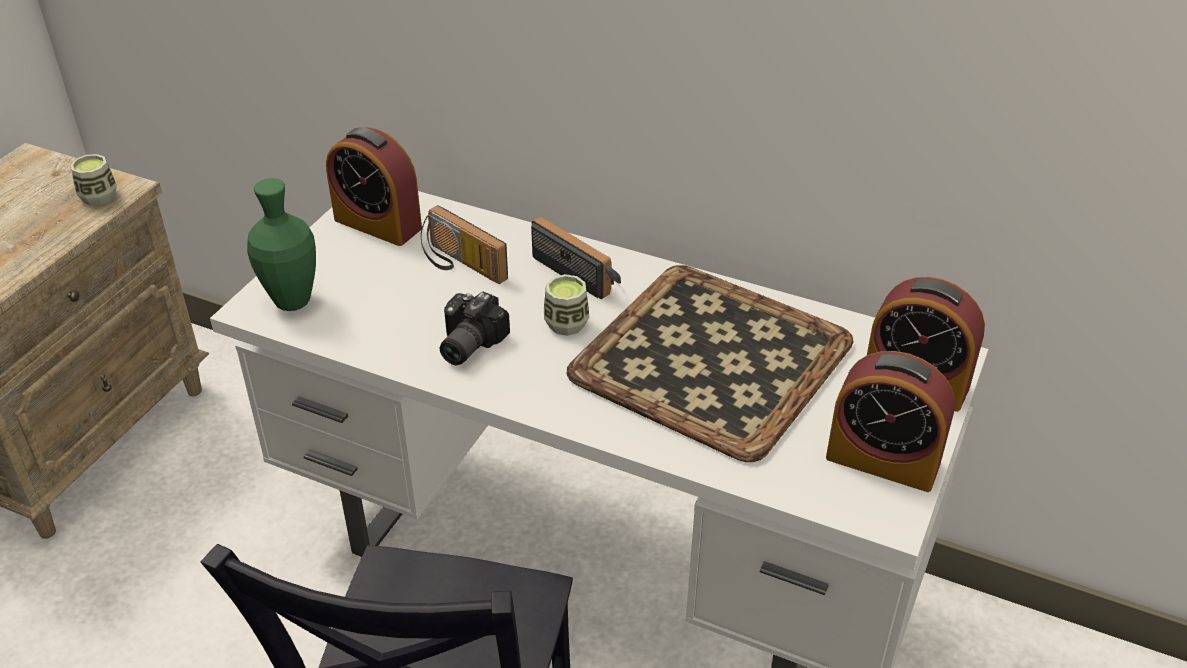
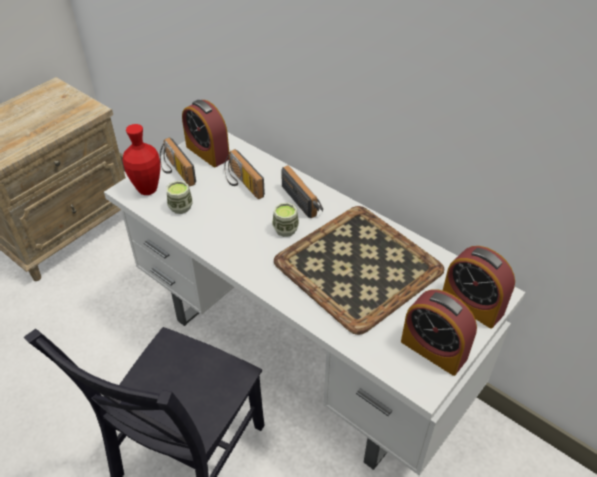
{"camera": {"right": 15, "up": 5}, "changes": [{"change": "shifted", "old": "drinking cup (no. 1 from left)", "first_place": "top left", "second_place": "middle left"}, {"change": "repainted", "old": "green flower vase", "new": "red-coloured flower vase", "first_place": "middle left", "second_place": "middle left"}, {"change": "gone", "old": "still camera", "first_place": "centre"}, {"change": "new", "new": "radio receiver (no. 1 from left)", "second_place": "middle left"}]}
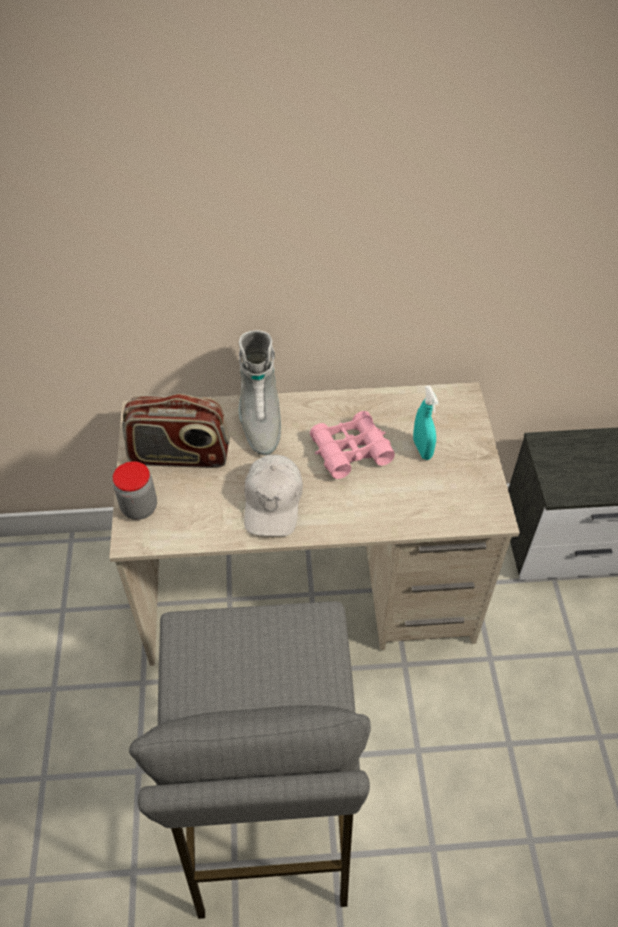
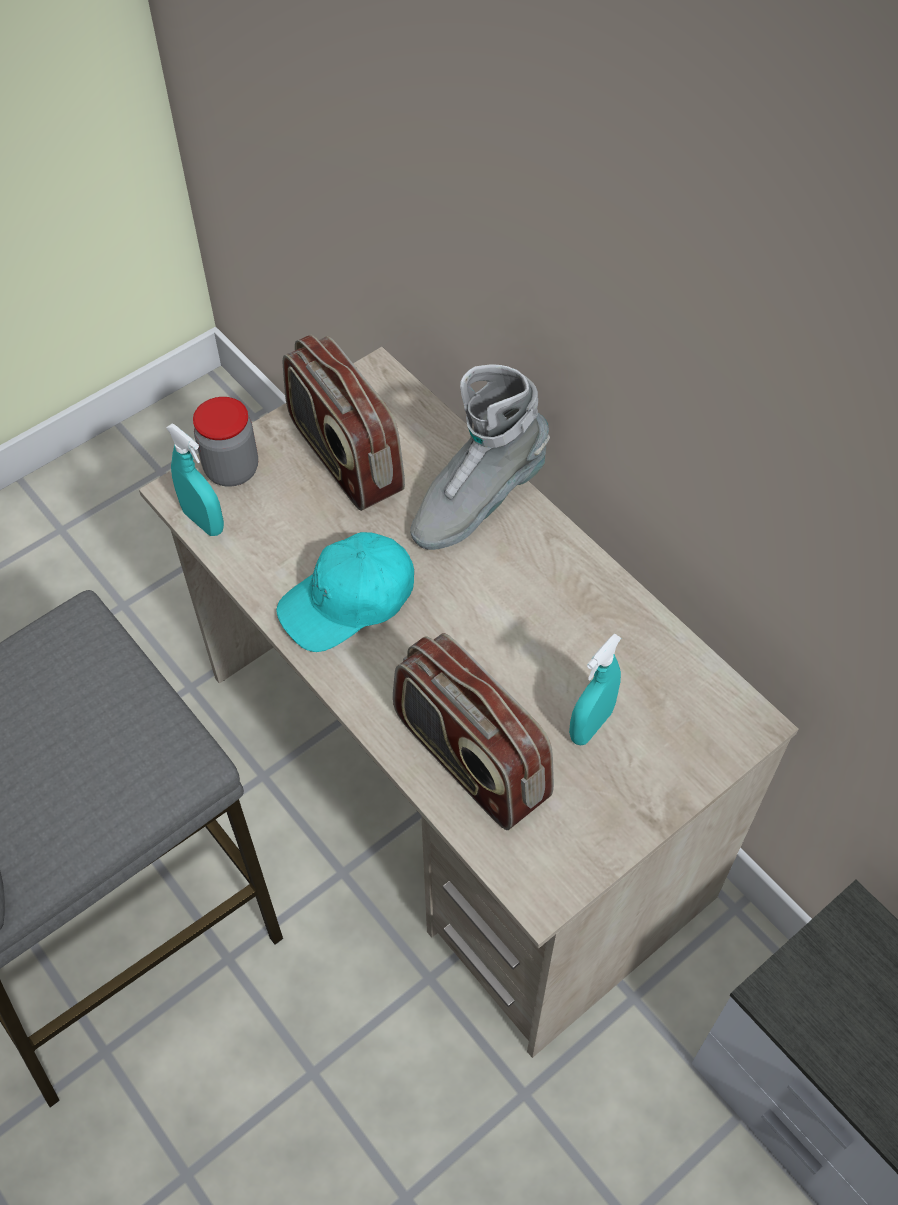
{"camera": {"right": 55, "up": 5}, "changes": [{"change": "gone", "old": "pink pair of binoculars", "first_place": "centre"}, {"change": "repainted", "old": "whitish cap", "new": "turquoise-coloured cap", "first_place": "centre", "second_place": "centre"}, {"change": "new", "new": "turquoise-coloured sprayer (no. 1 from left)", "second_place": "middle left"}, {"change": "new", "new": "radio receiver (no. 2 from left)", "second_place": "centre"}]}
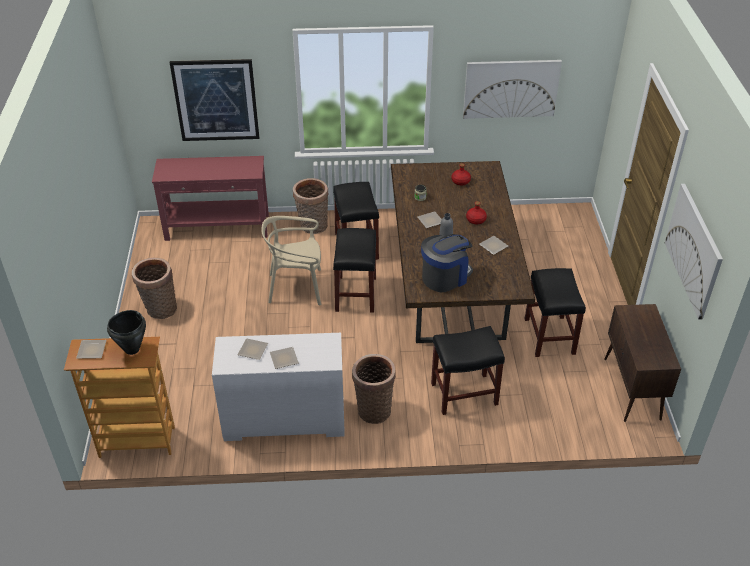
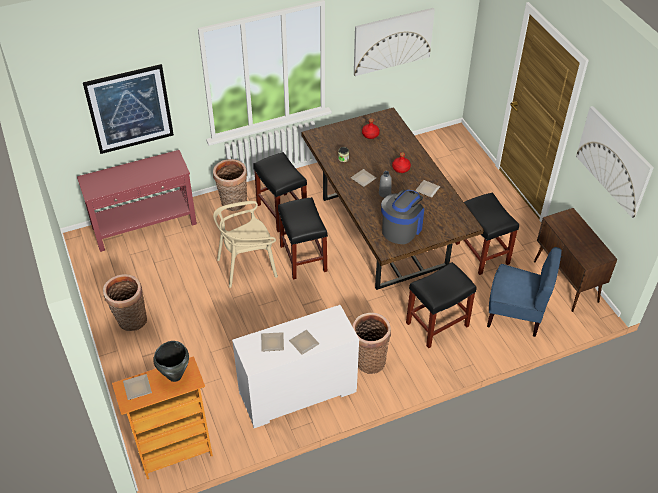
{"camera": {"right": -20, "up": 5}, "changes": [{"change": "new", "new": "blue upright chair", "second_place": "middle right"}]}
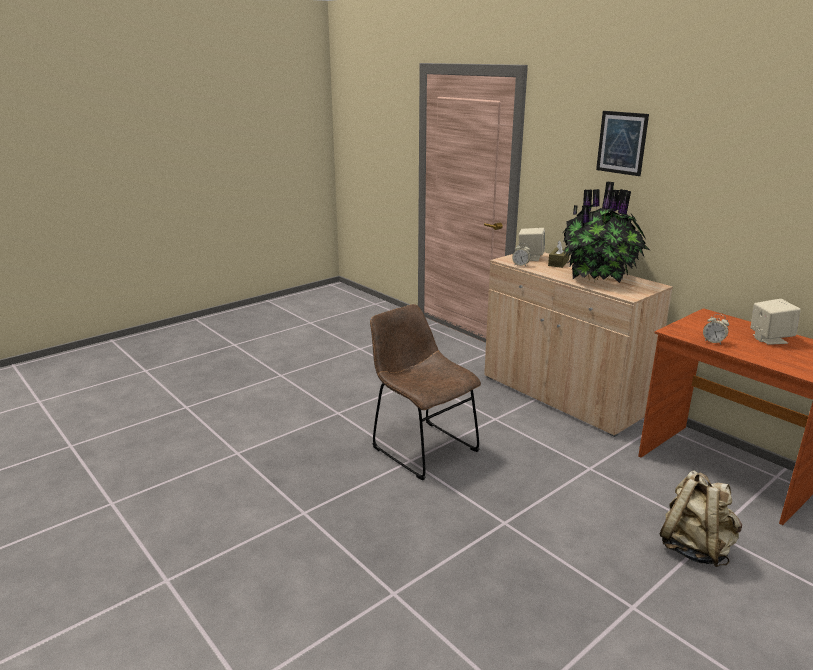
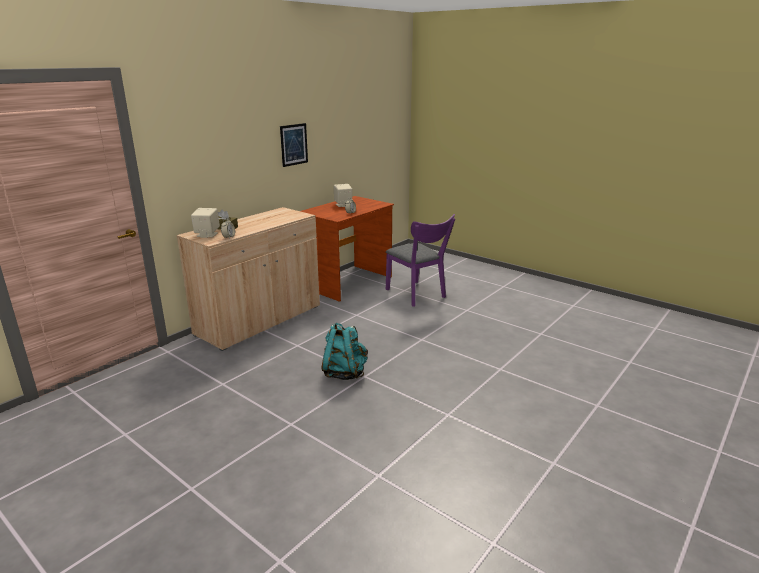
{"camera": {"right": -100, "up": 0}, "changes": [{"change": "shifted", "old": "wall art", "first_place": "top right", "second_place": "top centre"}, {"change": "gone", "old": "potted plant", "first_place": "middle right"}, {"change": "swapped", "old": "brown-coloured upright chair", "new": "turquoise-coloured backpack", "first_place": "centre", "second_place": "centre"}, {"change": "swapped", "old": "sand-coloured backpack", "new": "purplish upright chair", "first_place": "bottom right", "second_place": "centre"}]}
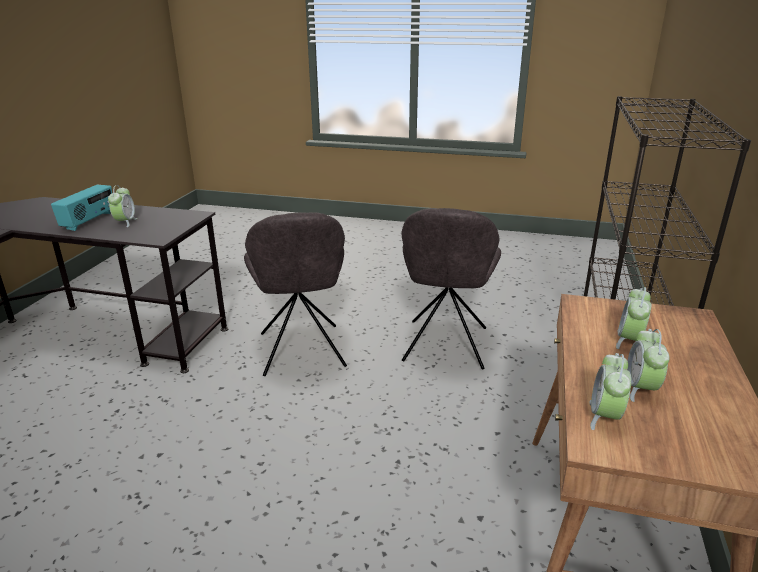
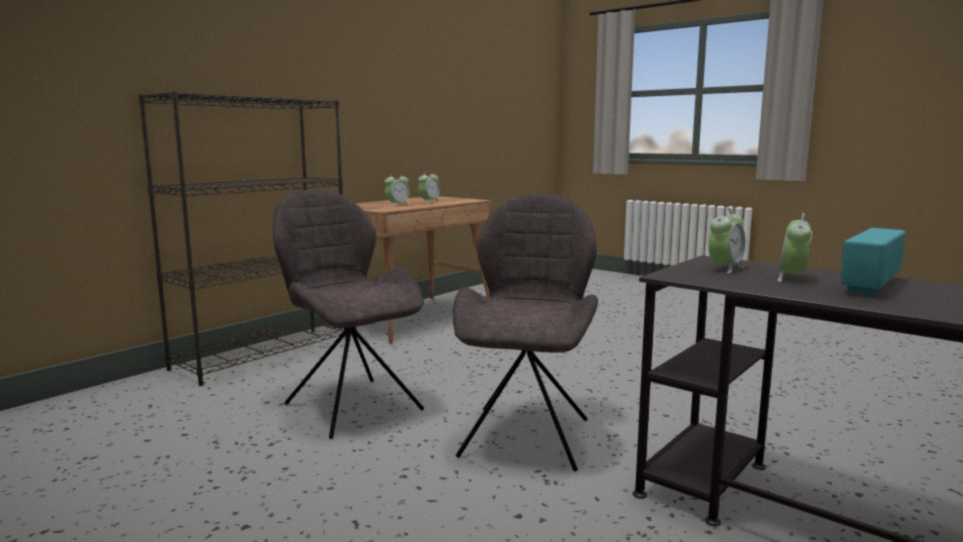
{"camera": {"right": -155, "up": -15}, "changes": [{"change": "rotated", "old": "gray upright chair (no. 2 from left in the first image)", "first_place": "centre", "second_place": "centre", "degrees": -75}, {"change": "shifted", "old": "bedside clock (no. 2 from left in the first image)", "new": "bedside clock (no. 3 from left)", "first_place": "bottom right", "second_place": "middle right"}]}
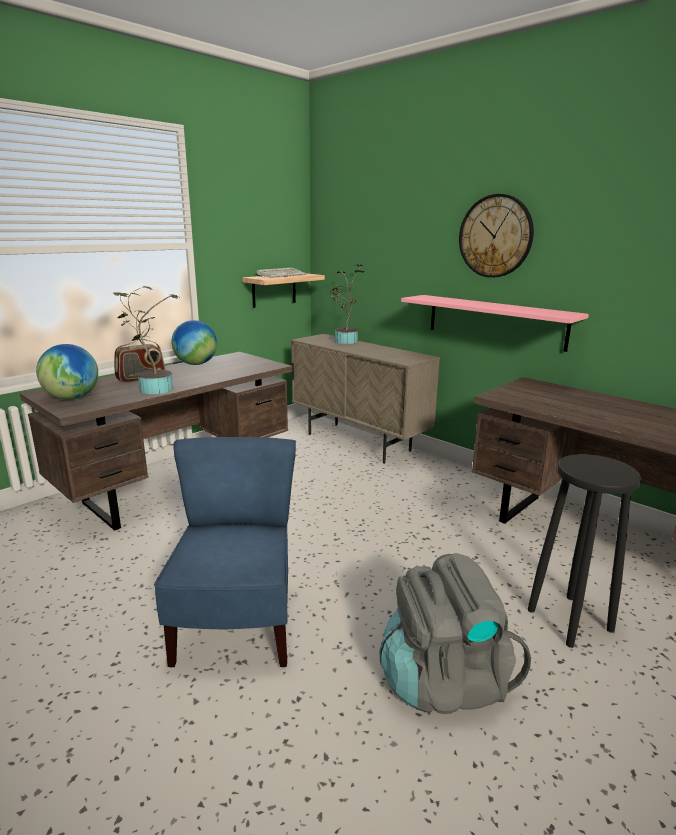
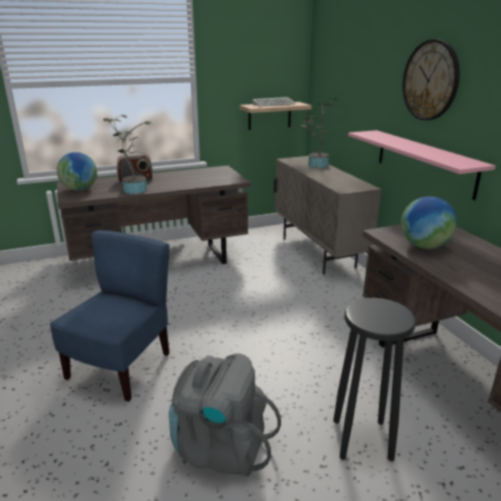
{"camera": {"right": 25, "up": 5}, "changes": [{"change": "shifted", "old": "desk globe (no. 2 from left)", "first_place": "middle left", "second_place": "middle right"}]}
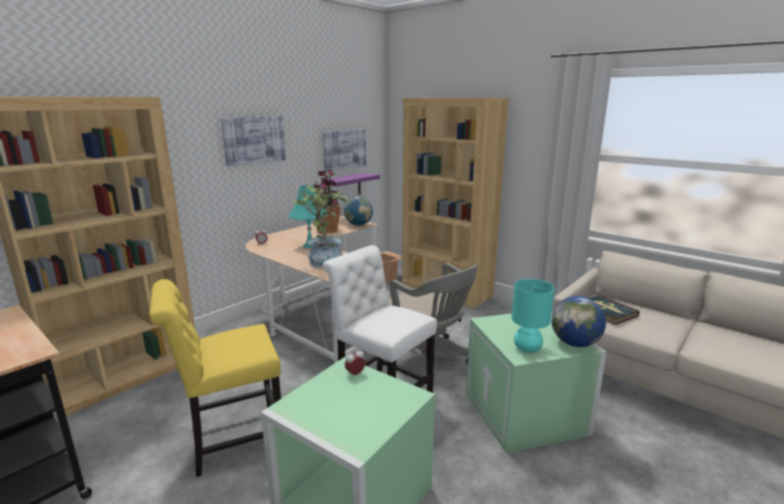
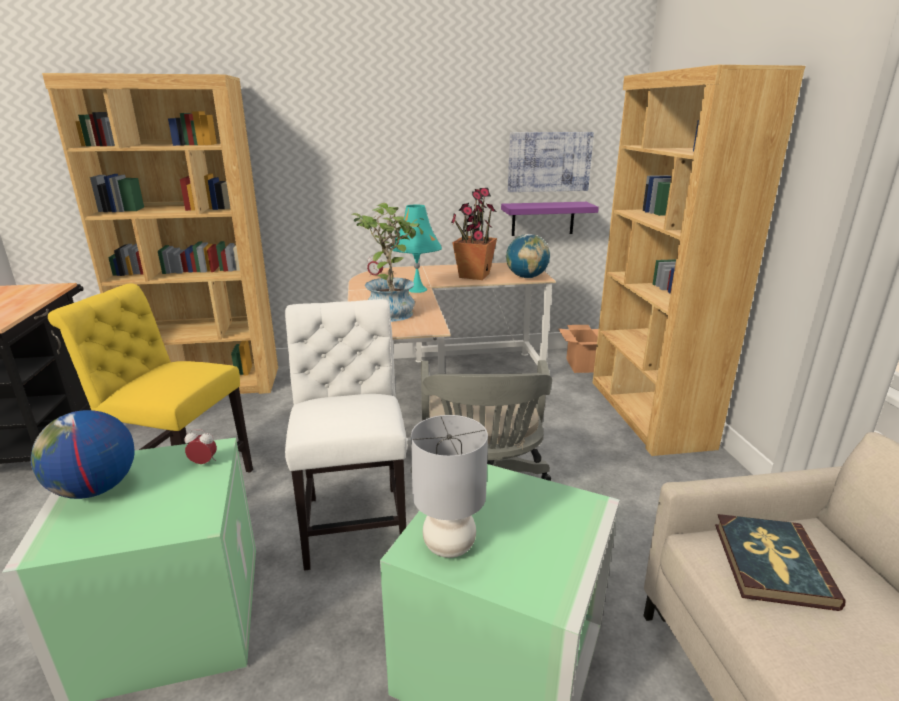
{"camera": {"right": 40, "up": 5}, "changes": [{"change": "gone", "old": "wall art (no. 1 from left)", "first_place": "top left"}, {"change": "repainted", "old": "turquoise-coloured tabletop lamp (no. 2 from left)", "new": "gray tabletop lamp", "first_place": "middle right", "second_place": "bottom centre"}, {"change": "shifted", "old": "desk globe (no. 2 from left in the first image)", "new": "desk globe (no. 1 from left)", "first_place": "middle right", "second_place": "middle left"}]}
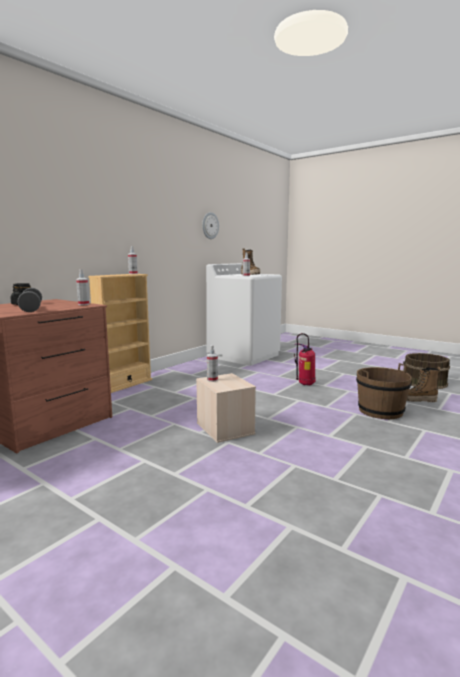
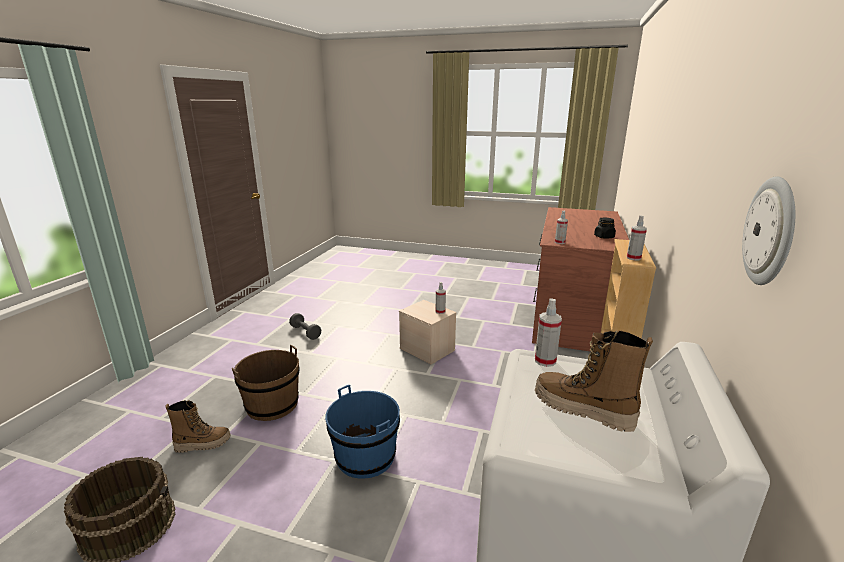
{"camera": {"right": 160, "up": 10}, "changes": [{"change": "shifted", "old": "gray hand weight", "first_place": "middle left", "second_place": "centre"}, {"change": "swapped", "old": "fire extinguisher", "new": "blue water bucket", "first_place": "centre", "second_place": "bottom centre"}]}
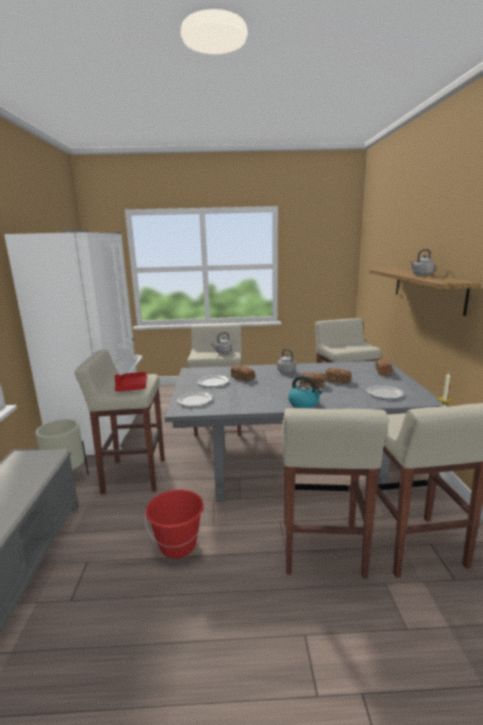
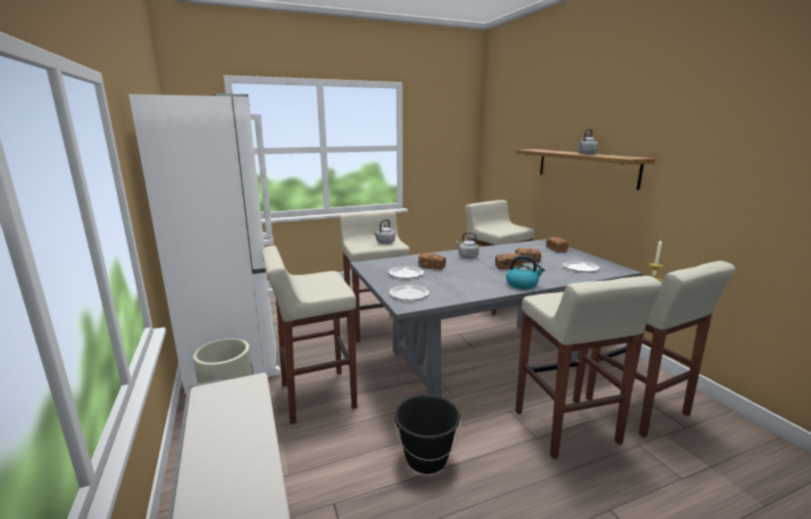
{"camera": {"right": -20, "up": 0}, "changes": [{"change": "gone", "old": "red-coloured tray", "first_place": "middle left"}, {"change": "repainted", "old": "red-coloured water bucket", "new": "blackish water bucket", "first_place": "bottom centre", "second_place": "bottom centre"}]}
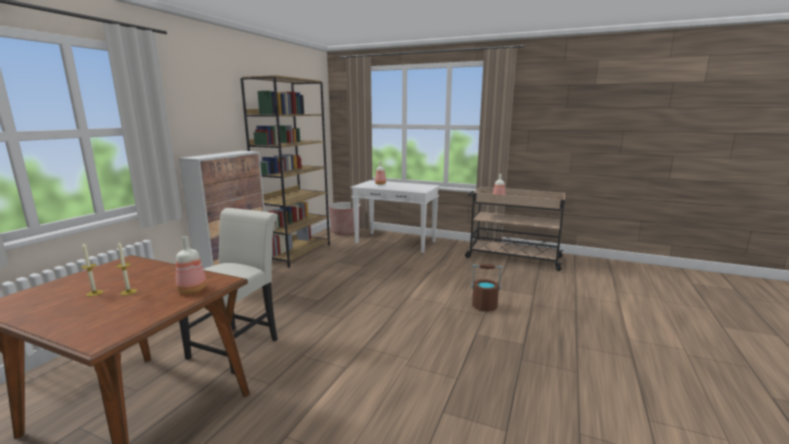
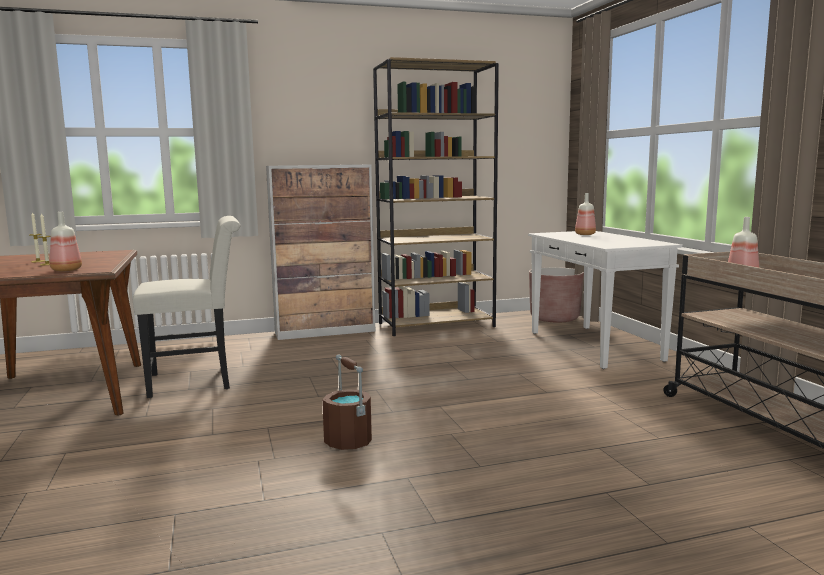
{"camera": {"right": 50, "up": -5}, "changes": [{"change": "shifted", "old": "brown-coloured water bucket", "first_place": "centre", "second_place": "bottom centre"}]}
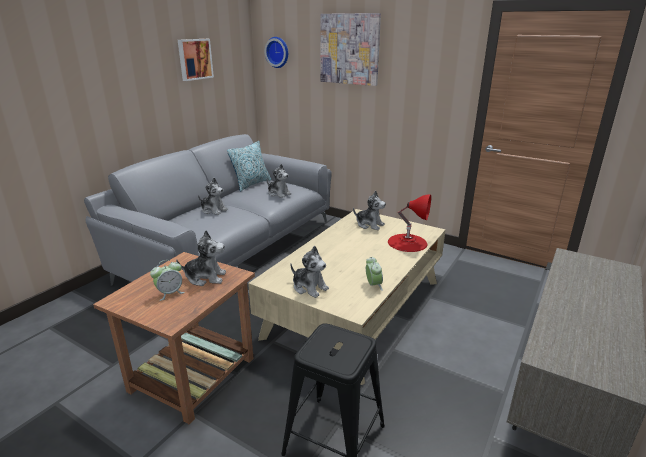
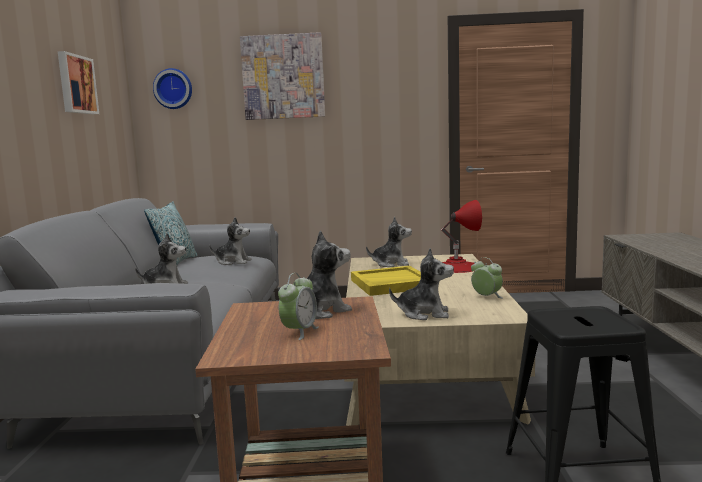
{"camera": {"right": -30, "up": -15}, "changes": [{"change": "new", "new": "yellow tray", "second_place": "centre"}]}
